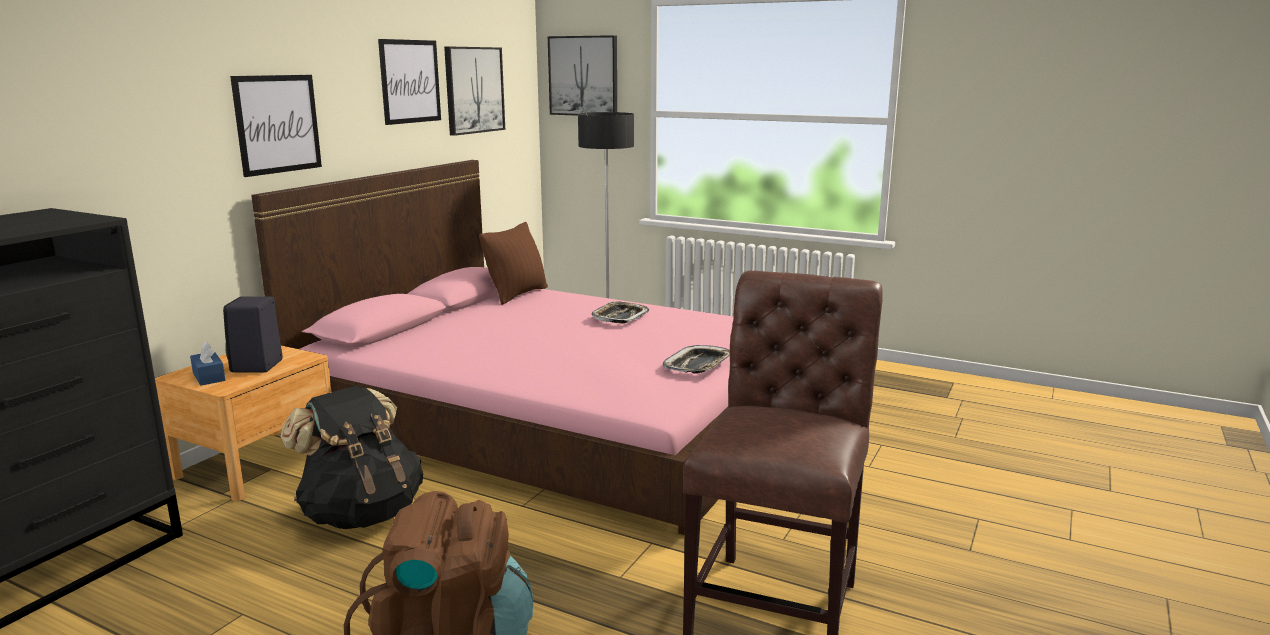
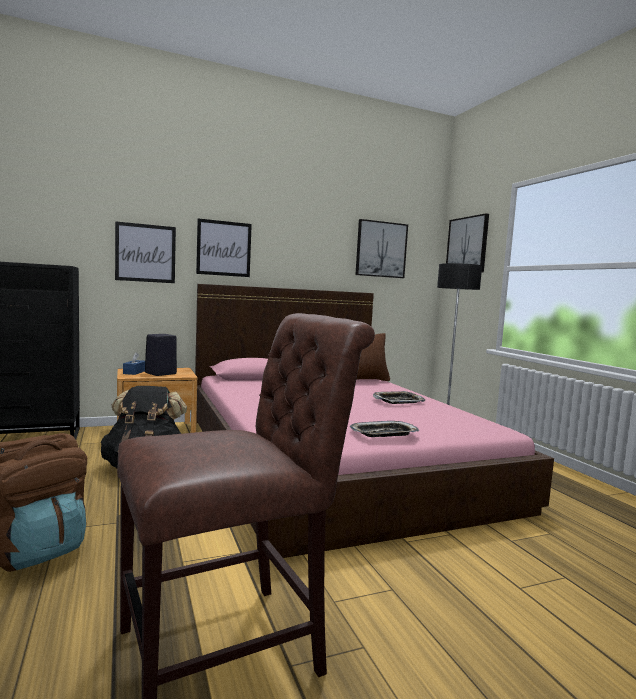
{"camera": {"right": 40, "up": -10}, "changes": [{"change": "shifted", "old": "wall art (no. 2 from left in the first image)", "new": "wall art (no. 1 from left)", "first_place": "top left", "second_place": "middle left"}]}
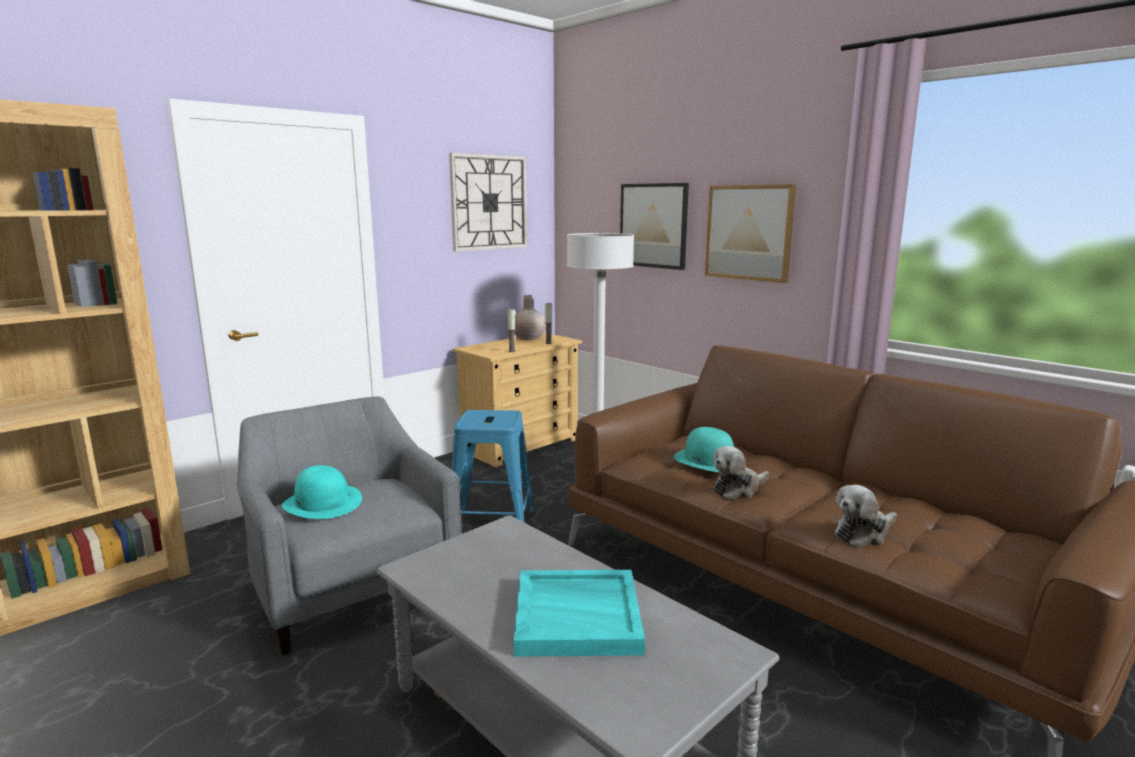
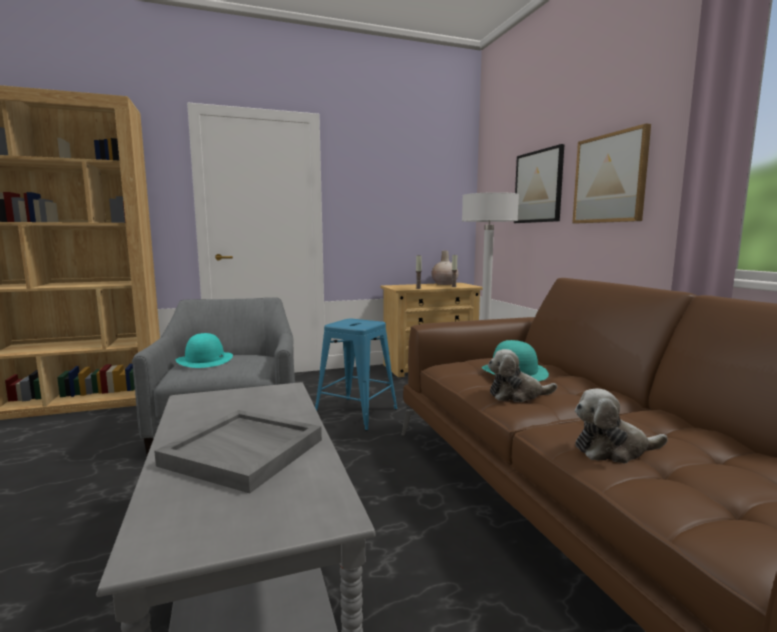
{"camera": {"right": 25, "up": -5}, "changes": [{"change": "gone", "old": "hanging clock", "first_place": "top centre"}, {"change": "repainted", "old": "turquoise-coloured tray", "new": "gray tray", "first_place": "bottom centre", "second_place": "bottom left"}]}
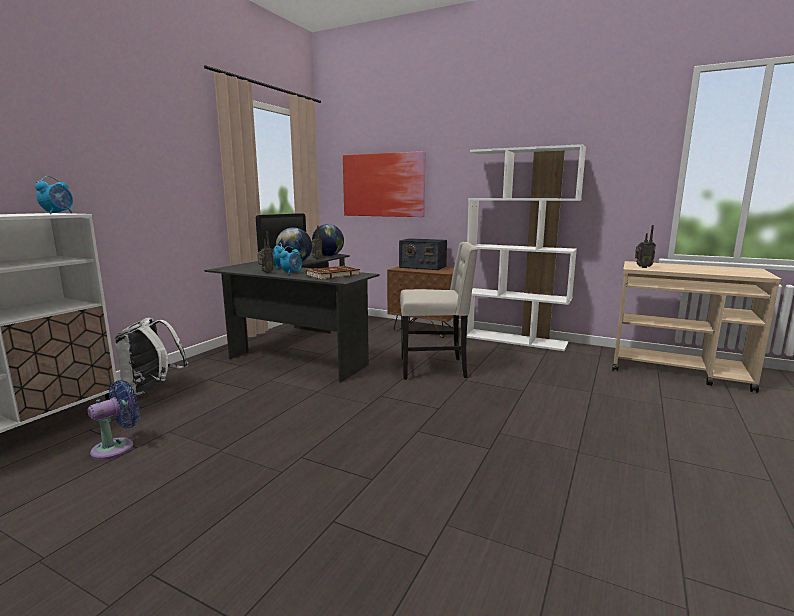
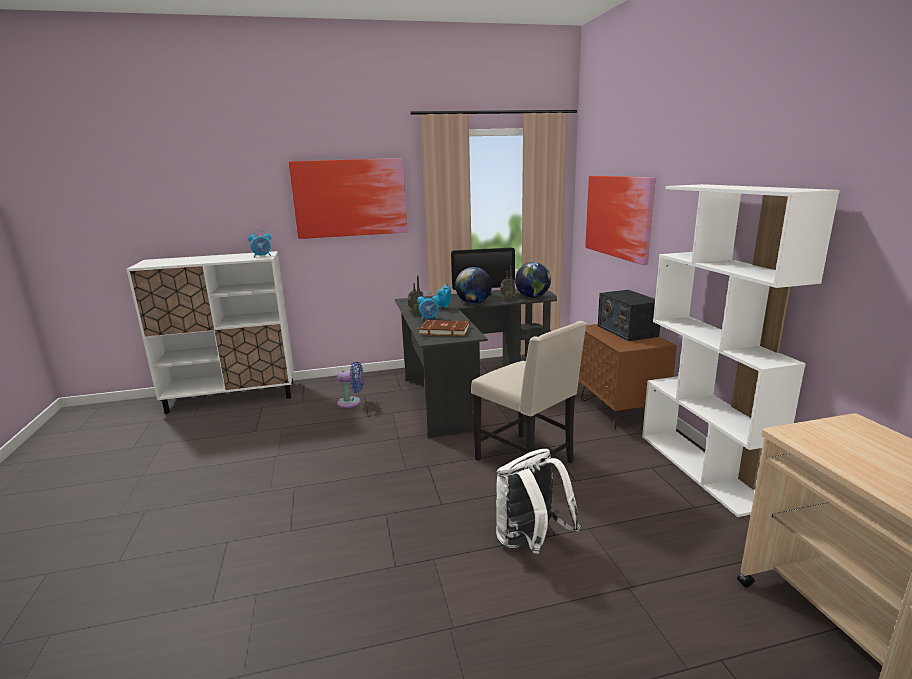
{"camera": {"right": 50, "up": 5}, "changes": [{"change": "gone", "old": "radio receiver (no. 4 from left)", "first_place": "middle right"}, {"change": "shifted", "old": "whitish backpack", "first_place": "middle left", "second_place": "bottom centre"}, {"change": "shifted", "old": "blue fan", "first_place": "bottom left", "second_place": "centre"}, {"change": "new", "new": "wall art (no. 1 from left)", "second_place": "top centre"}]}
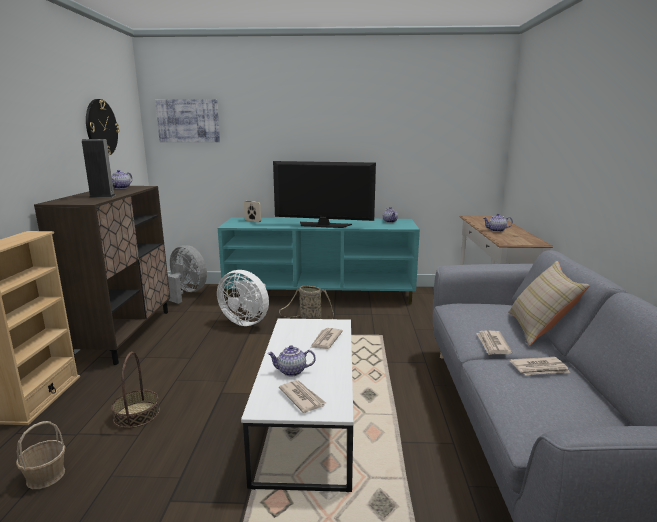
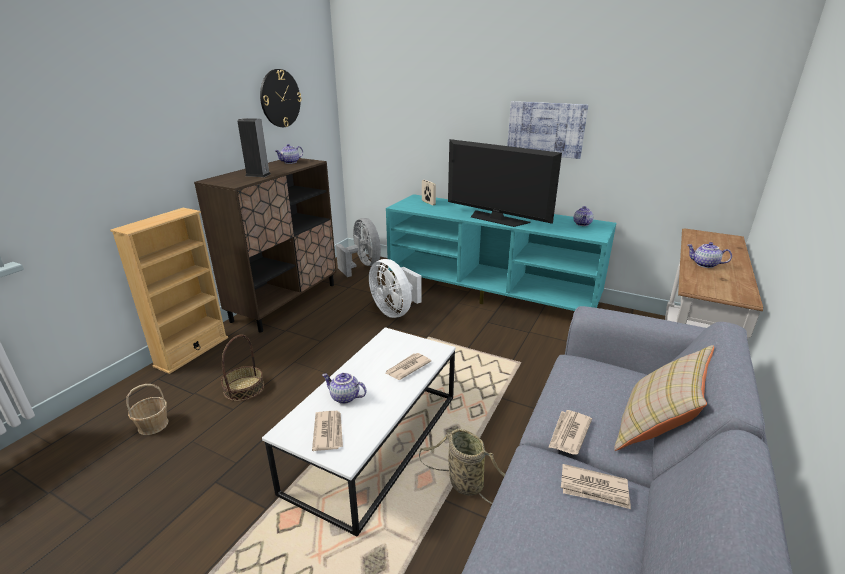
{"camera": {"right": 25, "up": 10}, "changes": [{"change": "shifted", "old": "wall art", "first_place": "top left", "second_place": "top centre"}, {"change": "shifted", "old": "basket (no. 3 from left)", "first_place": "centre", "second_place": "bottom centre"}]}
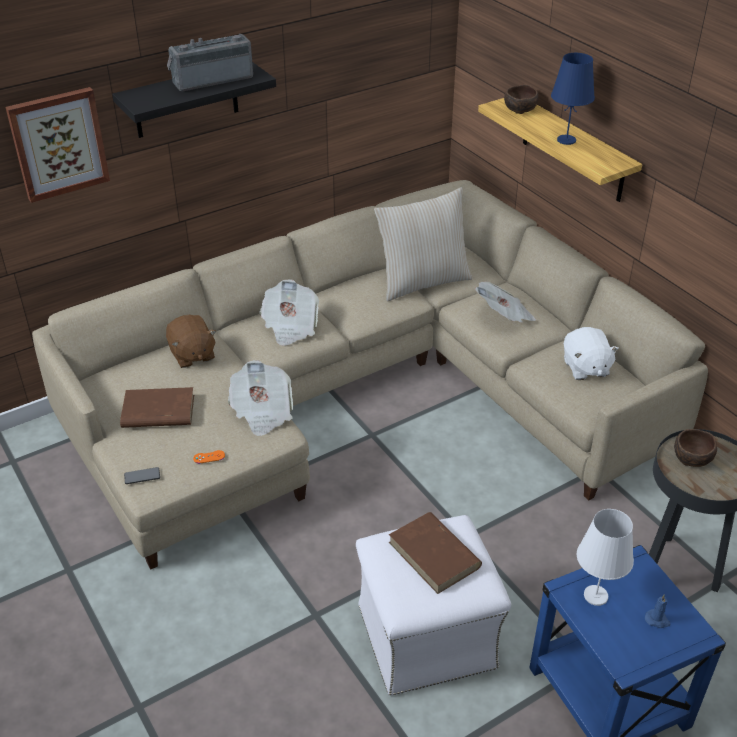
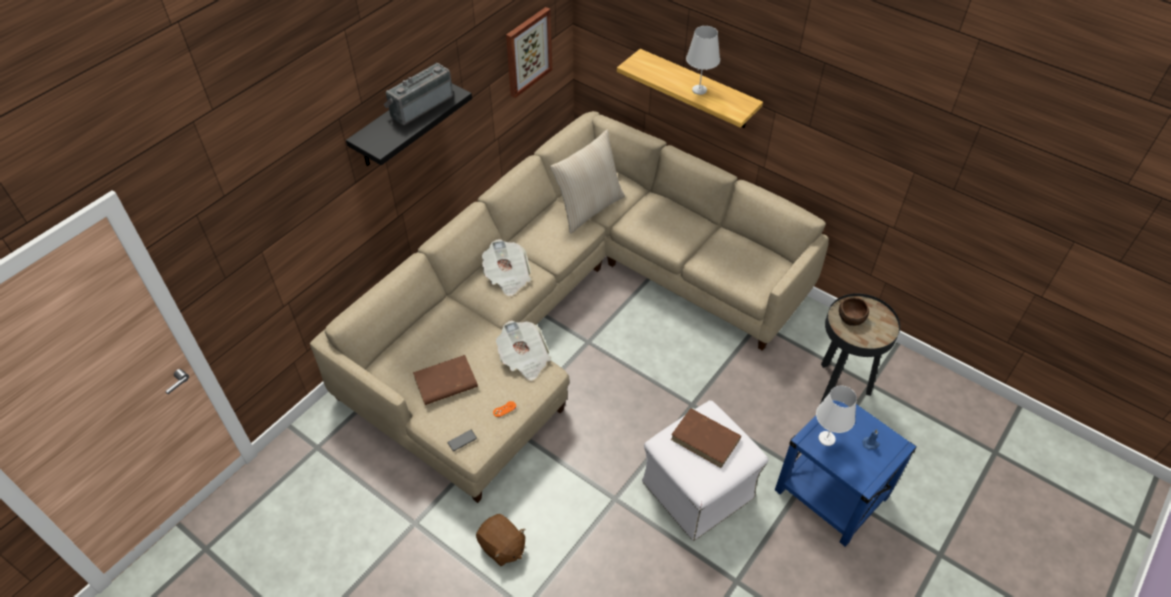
{"camera": {"right": -20, "up": 10}, "changes": [{"change": "repainted", "old": "blue tabletop lamp", "new": "whitish tabletop lamp (no. 1 from left)", "first_place": "top right", "second_place": "top centre"}, {"change": "gone", "old": "brown-coloured bowl (no. 1 from left)", "first_place": "top right"}, {"change": "shifted", "old": "wall art", "first_place": "top left", "second_place": "top centre"}, {"change": "gone", "old": "daily paper (no. 3 from left)", "first_place": "middle right"}, {"change": "shifted", "old": "brown-coloured cuddly toy", "first_place": "middle left", "second_place": "bottom centre"}, {"change": "gone", "old": "whitish cuddly toy", "first_place": "middle right"}]}
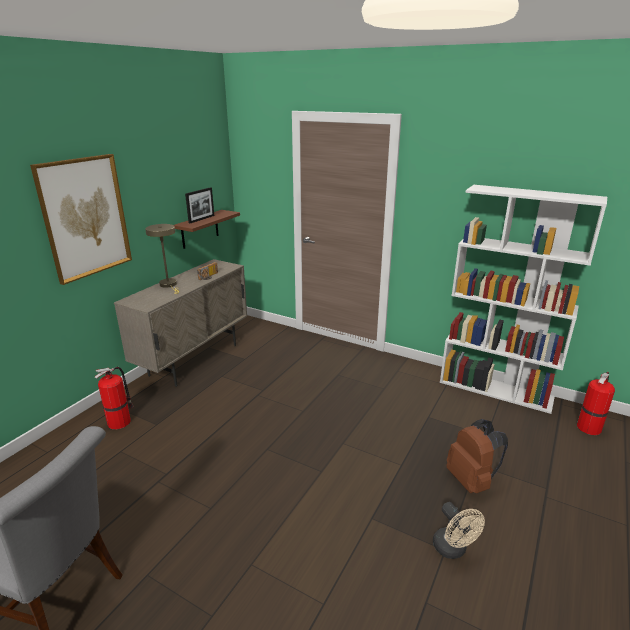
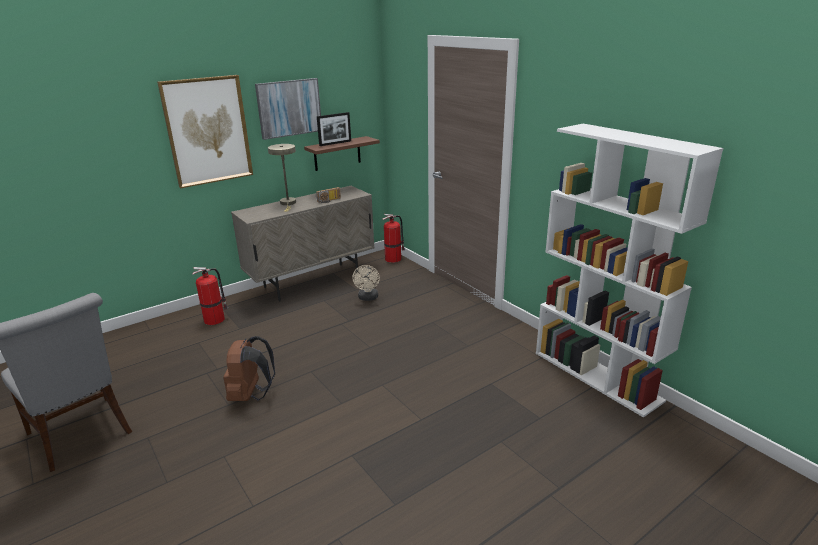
{"camera": {"right": 25, "up": 0}, "changes": [{"change": "shifted", "old": "fire extinguisher (no. 2 from left)", "first_place": "middle right", "second_place": "centre"}, {"change": "shifted", "old": "brown-coloured backpack", "first_place": "bottom right", "second_place": "bottom left"}, {"change": "shifted", "old": "sand-coloured fan", "first_place": "bottom right", "second_place": "centre"}, {"change": "new", "new": "wall art (no. 2 from left)", "second_place": "top centre"}]}
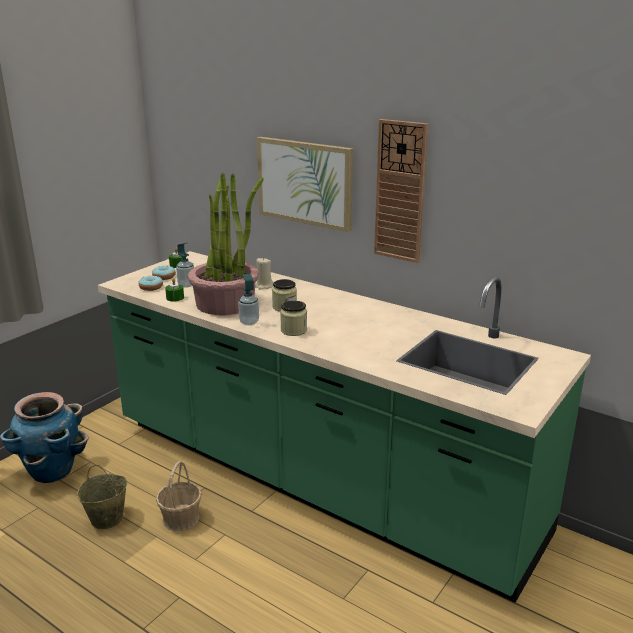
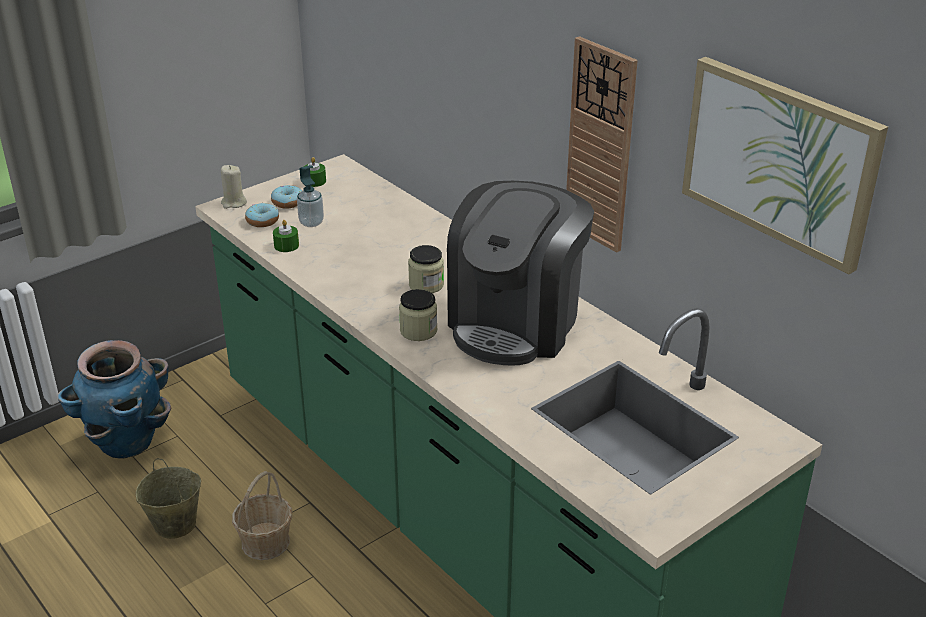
{"camera": {"right": 15, "up": 10}, "changes": [{"change": "shifted", "old": "wall art", "first_place": "top centre", "second_place": "top right"}, {"change": "gone", "old": "potted plant", "first_place": "centre"}, {"change": "shifted", "old": "sand-coloured candle", "first_place": "centre", "second_place": "top left"}, {"change": "gone", "old": "soap bottle (no. 2 from left)", "first_place": "centre"}, {"change": "new", "new": "coffee machine", "second_place": "centre"}]}
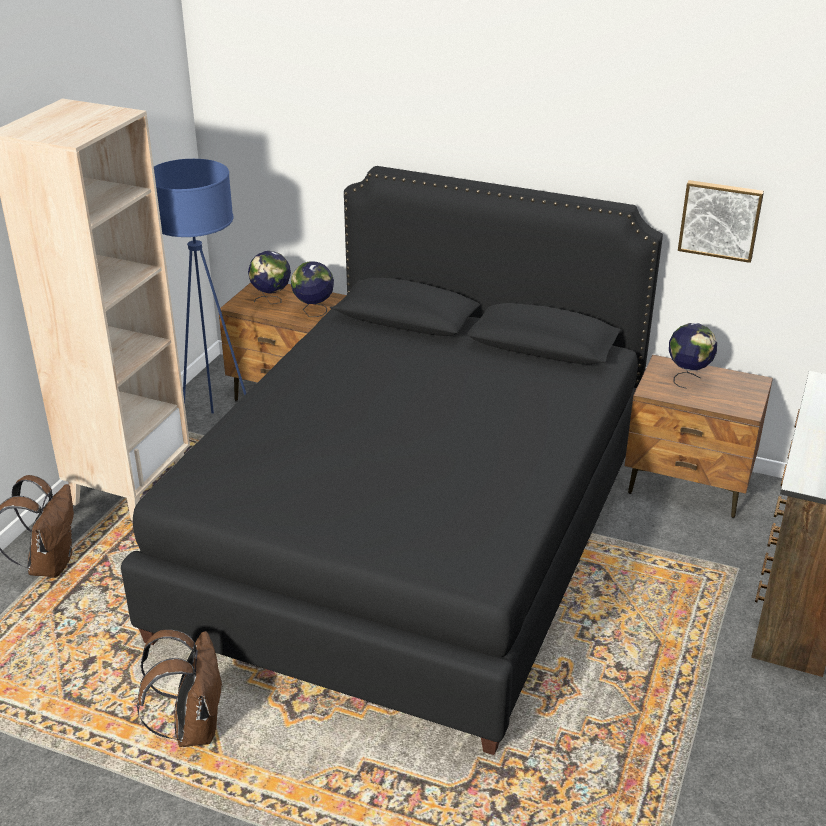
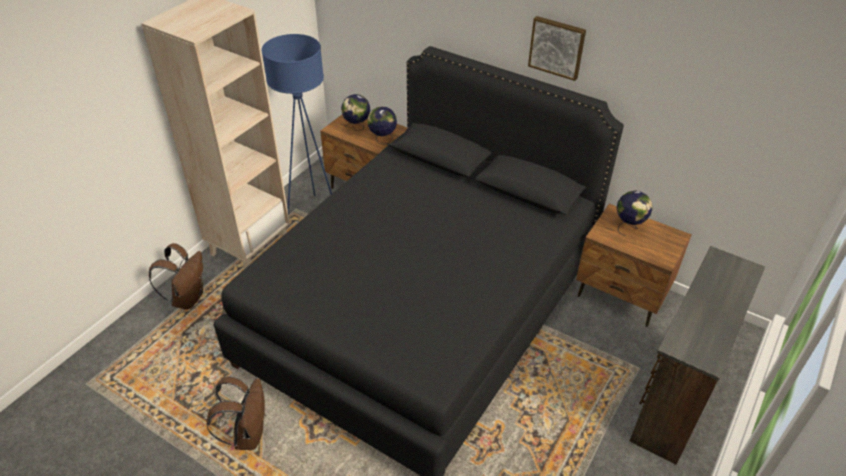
{"camera": {"right": 10, "up": 10}, "changes": [{"change": "shifted", "old": "wall art", "first_place": "top right", "second_place": "top centre"}]}
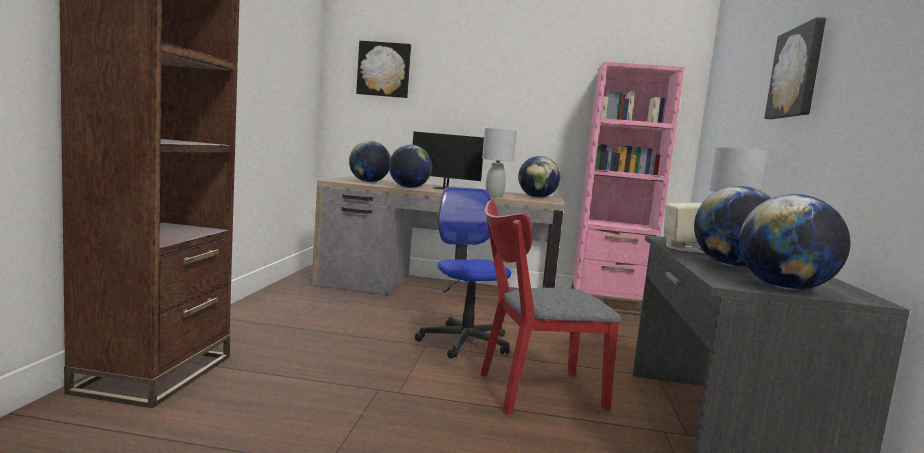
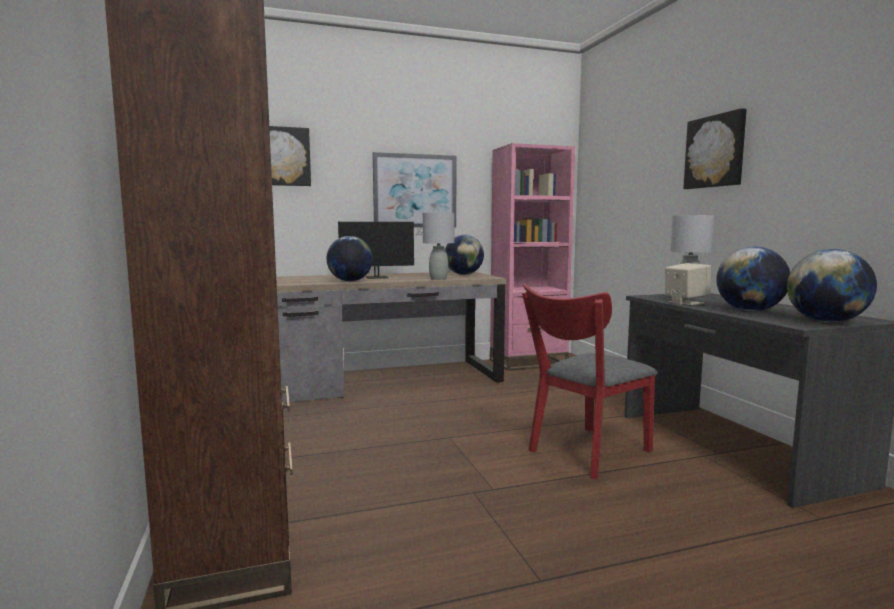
{"camera": {"right": -25, "up": 0}, "changes": [{"change": "gone", "old": "desk globe (no. 1 from left)", "first_place": "centre"}, {"change": "gone", "old": "desk chair", "first_place": "centre"}, {"change": "new", "new": "wall art (no. 2 from left)", "second_place": "top centre"}]}
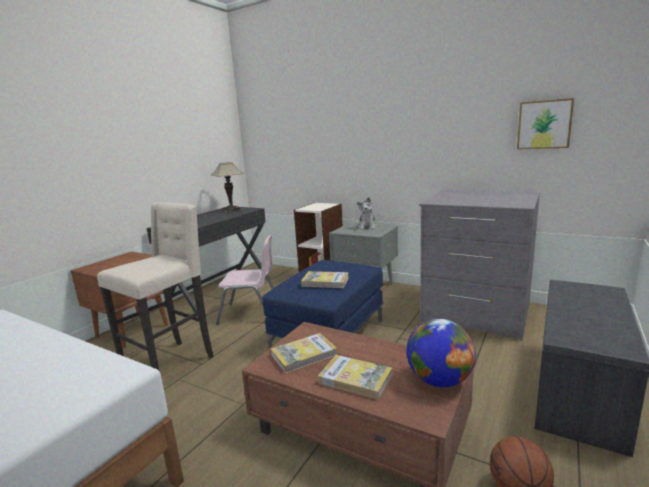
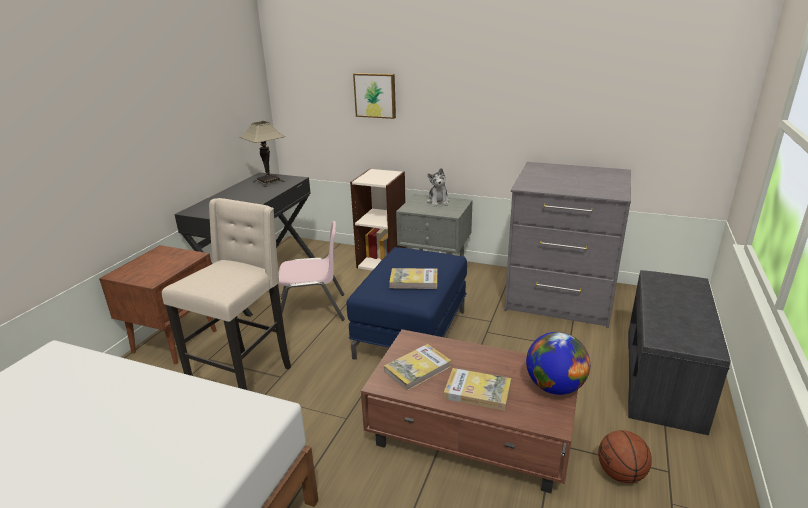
{"camera": {"right": -10, "up": 10}, "changes": [{"change": "shifted", "old": "wall art", "first_place": "top right", "second_place": "top centre"}]}
